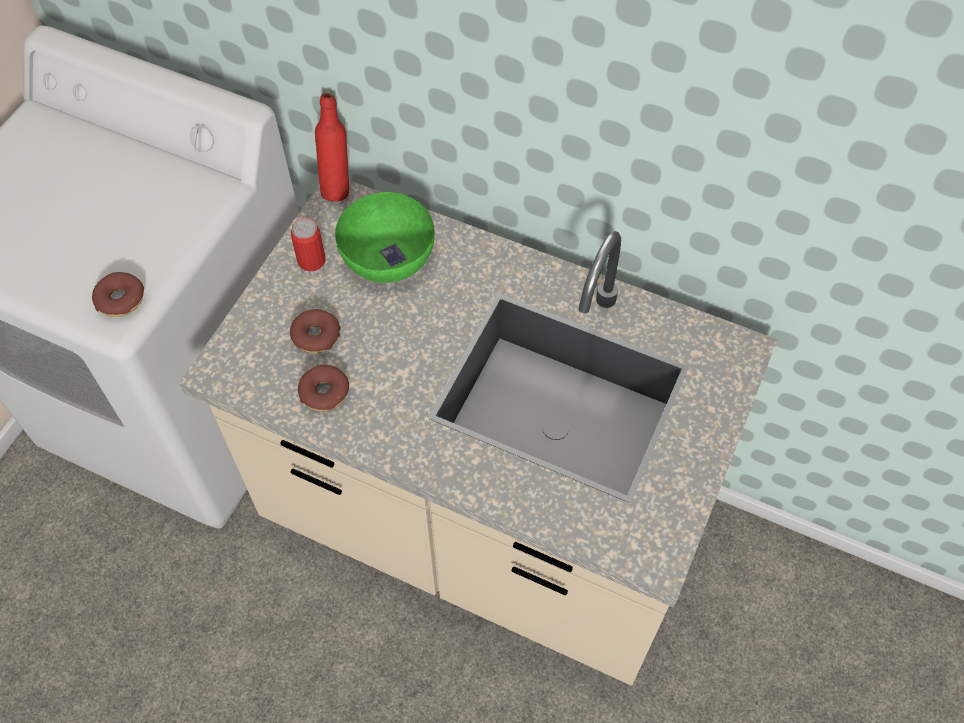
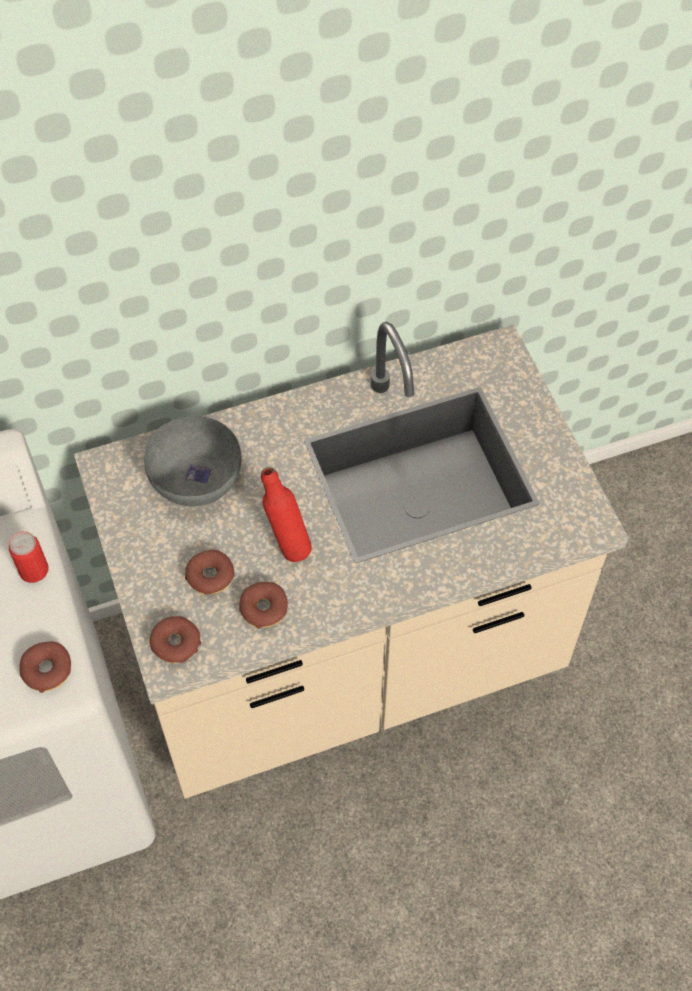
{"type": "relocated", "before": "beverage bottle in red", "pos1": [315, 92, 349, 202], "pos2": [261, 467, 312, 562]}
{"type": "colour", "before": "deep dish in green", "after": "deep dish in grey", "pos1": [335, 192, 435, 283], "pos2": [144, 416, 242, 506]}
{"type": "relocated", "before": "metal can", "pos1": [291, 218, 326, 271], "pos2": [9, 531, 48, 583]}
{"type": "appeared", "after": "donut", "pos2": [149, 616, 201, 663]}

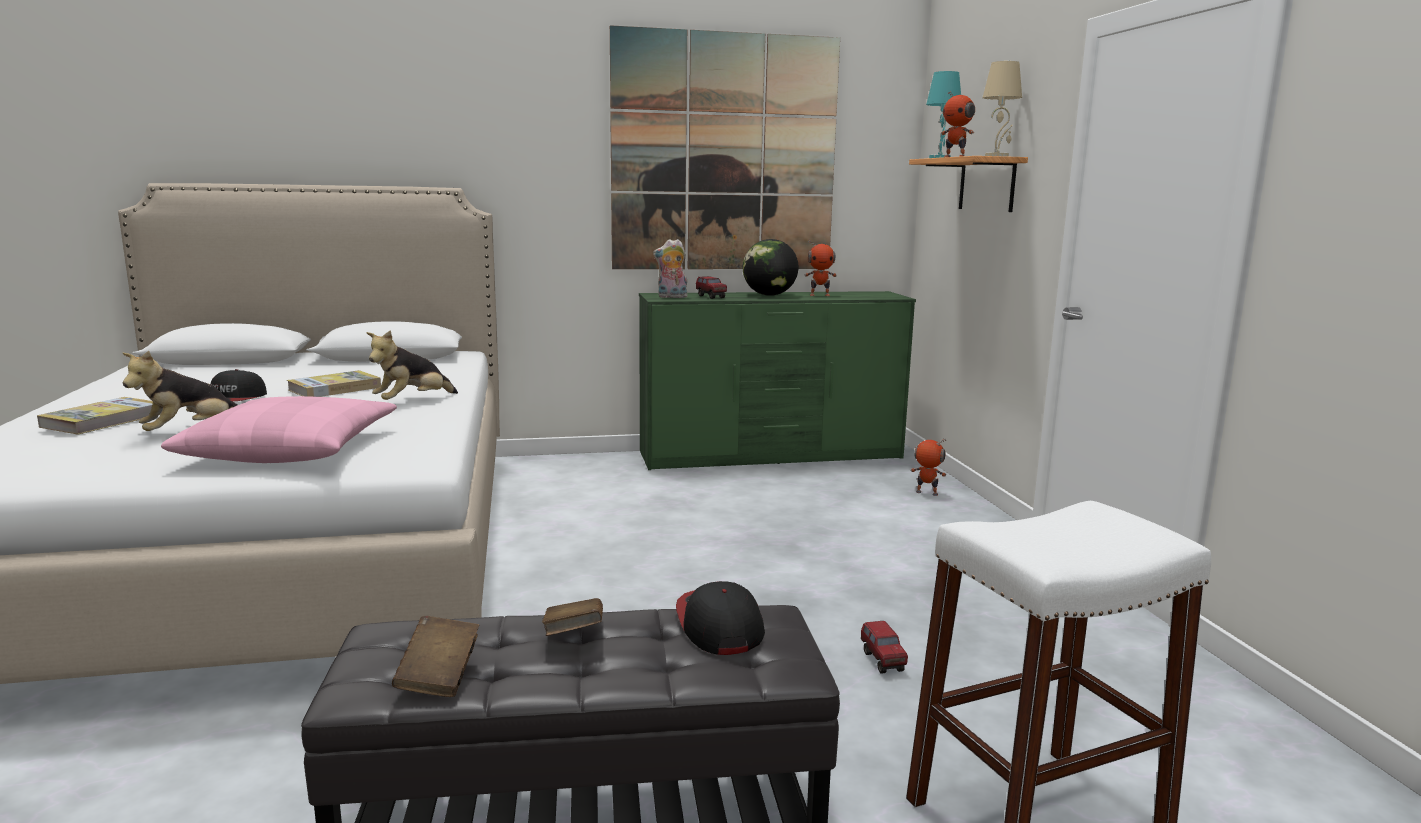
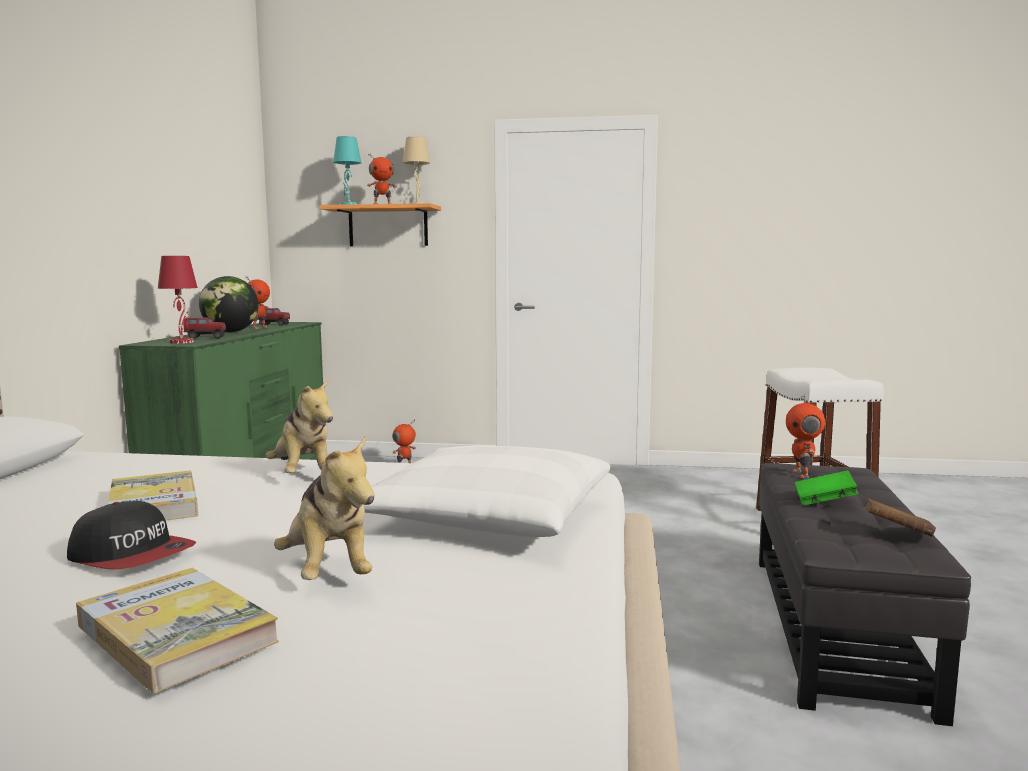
{"type": "missing", "before": "wall picture", "pos1": [610, 25, 840, 269]}
{"type": "exchanged", "before": "plush toy", "after": "table lamp in red", "pos1": [653, 239, 688, 298], "pos2": [158, 256, 198, 344]}
{"type": "colour", "before": "cushion in pink-coloured", "after": "cushion in white-coloured", "pos1": [161, 396, 397, 463], "pos2": [364, 446, 611, 537]}
{"type": "exchanged", "before": "peaked cap", "after": "robot figure", "pos1": [676, 581, 765, 655], "pos2": [786, 394, 825, 478]}
{"type": "colour", "before": "bound book in brown", "after": "bound book in green", "pos1": [542, 598, 603, 636], "pos2": [795, 470, 858, 505]}
{"type": "relocated", "before": "toy truck", "pos1": [861, 621, 908, 674], "pos2": [258, 308, 290, 326]}

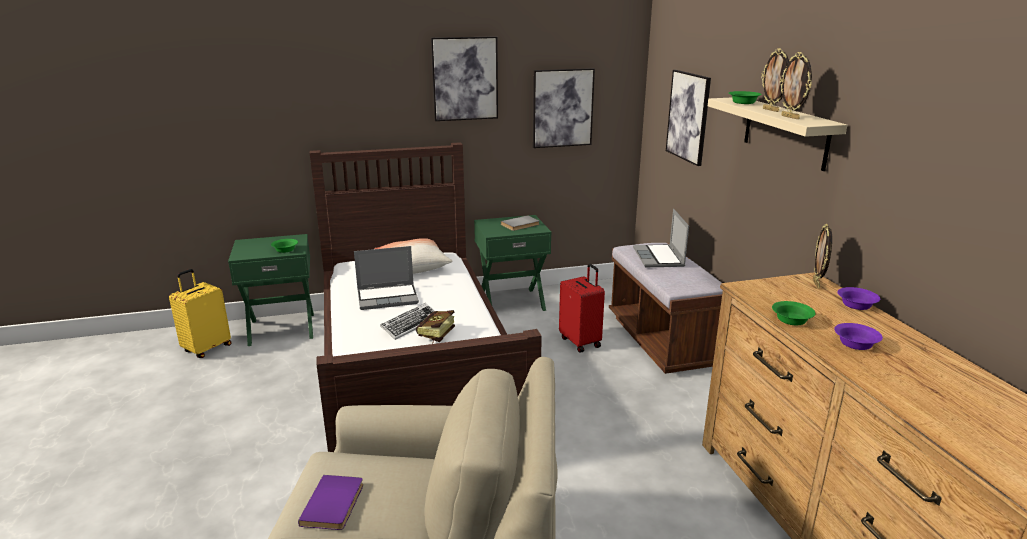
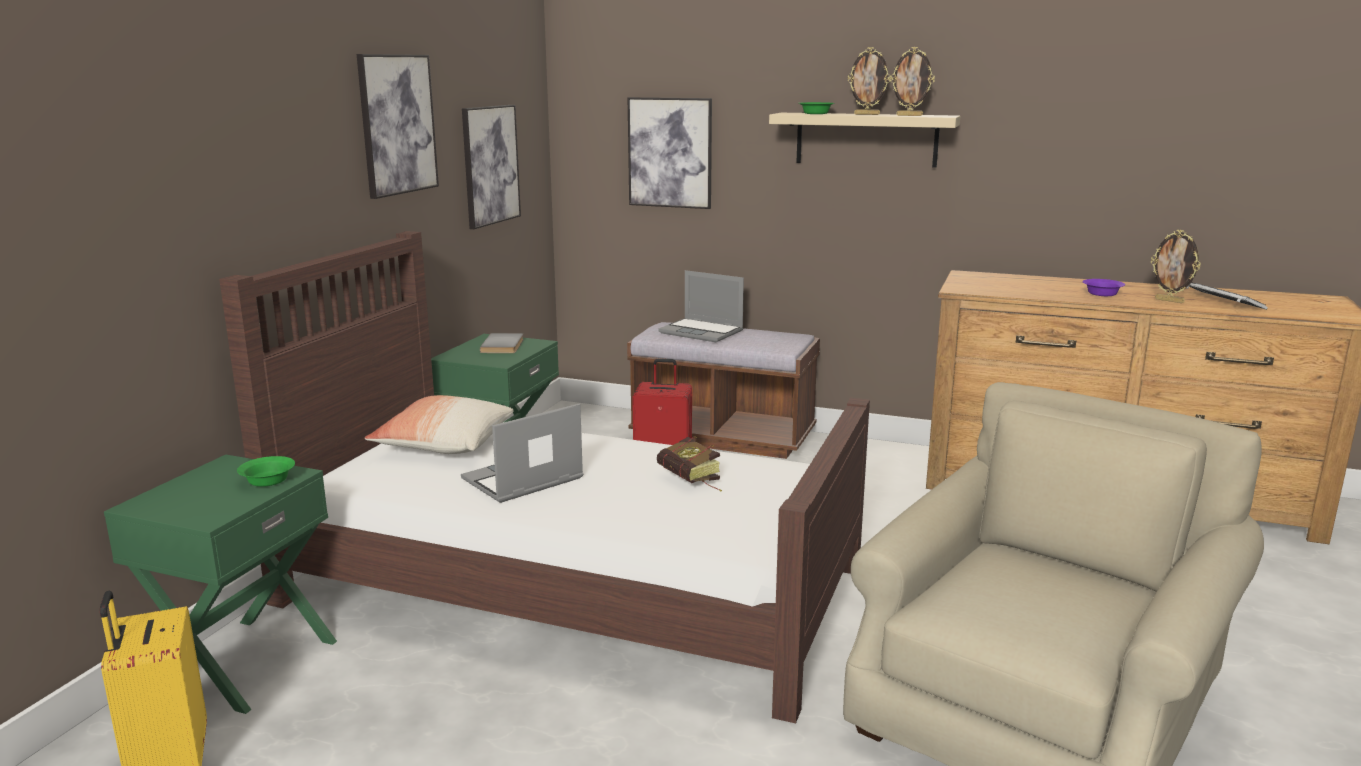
{"type": "relocated", "before": "standing frame", "pos1": [813, 224, 832, 289], "pos2": [1151, 230, 1201, 303]}
{"type": "spun", "before": "notebook computer", "pos1": [354, 246, 419, 310], "pos2": [461, 403, 583, 503], "turn": -150}
{"type": "missing", "before": "deep dish in purplish", "pos1": [838, 287, 880, 310]}
{"type": "missing", "before": "deep dish in green", "pos1": [772, 301, 816, 325]}
{"type": "relocated", "before": "PC keyboard", "pos1": [380, 303, 435, 340], "pos2": [1187, 283, 1268, 310]}
{"type": "missing", "before": "bound book in purplish", "pos1": [298, 475, 363, 530]}

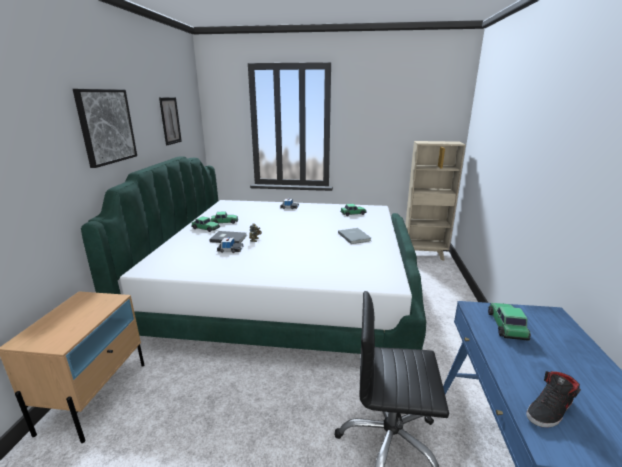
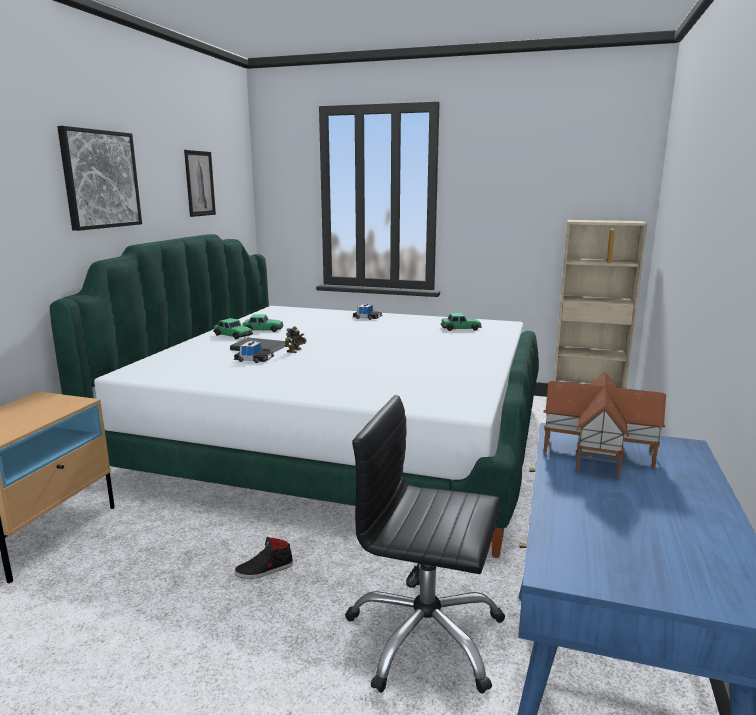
{"type": "missing", "before": "bound book in grey", "pos1": [338, 228, 371, 244]}
{"type": "exchanged", "before": "model car", "after": "toy house", "pos1": [488, 303, 531, 341], "pos2": [543, 372, 666, 478]}
{"type": "relocated", "before": "low shoe in black", "pos1": [526, 371, 581, 427], "pos2": [234, 537, 293, 579]}

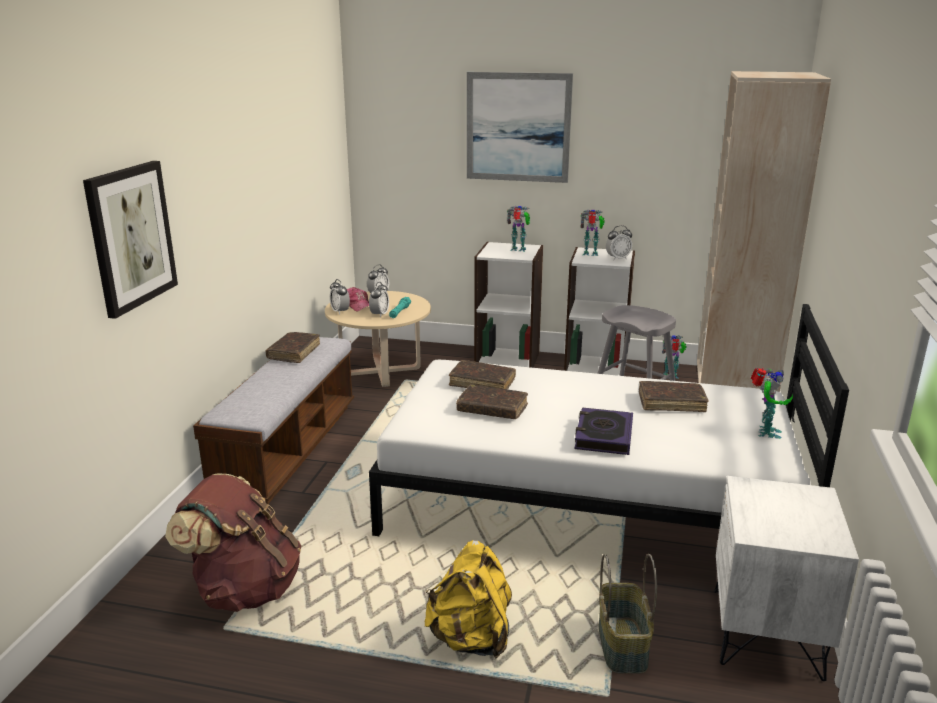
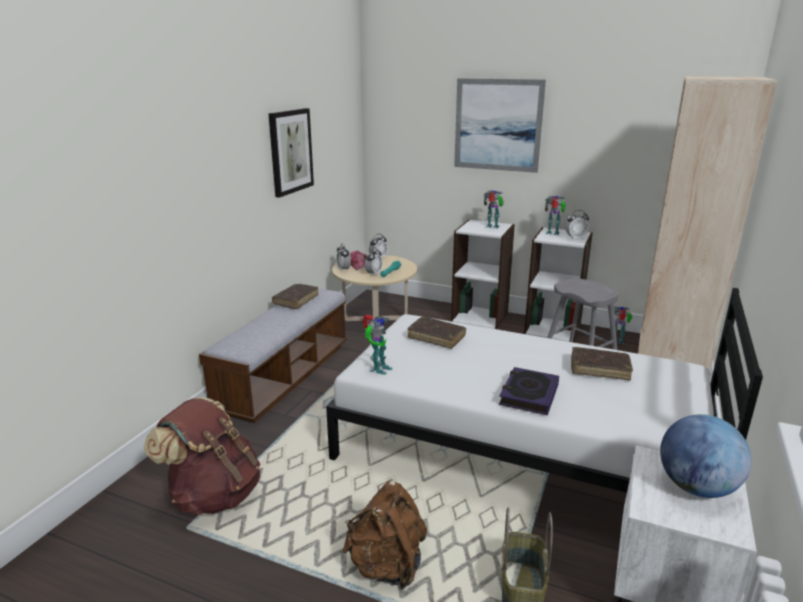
{"type": "relocated", "before": "wall picture", "pos1": [83, 161, 178, 319], "pos2": [268, 108, 314, 198]}
{"type": "relocated", "before": "robot figure", "pos1": [751, 368, 793, 439], "pos2": [363, 314, 393, 375]}
{"type": "missing", "before": "bound book in brown", "pos1": [456, 384, 528, 419]}
{"type": "colour", "before": "backpack in yellow-coloured", "after": "backpack in brown", "pos1": [425, 540, 512, 658], "pos2": [342, 481, 428, 589]}
{"type": "appeared", "after": "world globe", "pos2": [660, 414, 751, 498]}

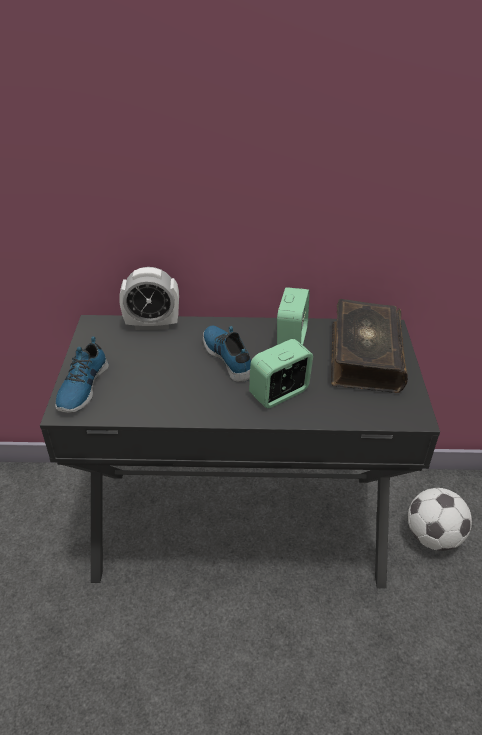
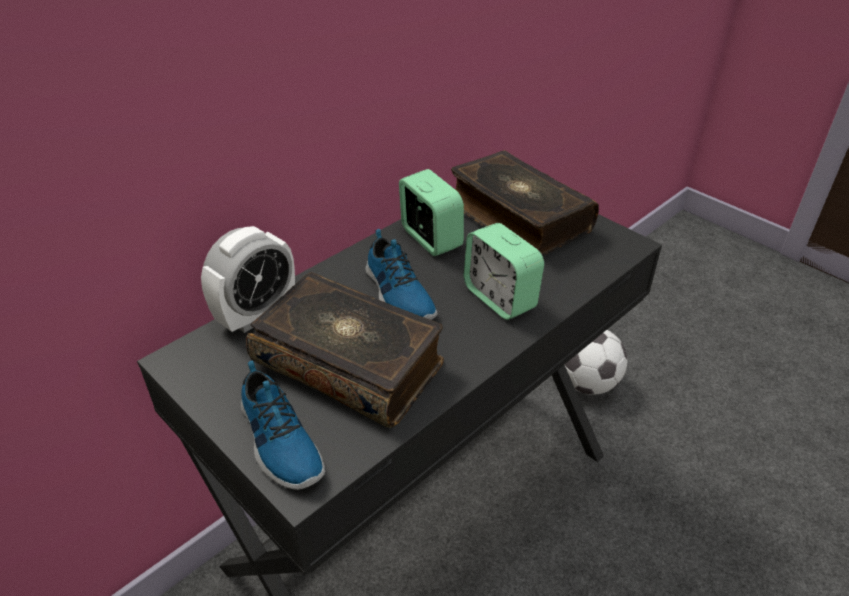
{"type": "spun", "before": "low shoe", "pos1": [203, 326, 251, 382], "pos2": [366, 229, 438, 320], "turn": -135}
{"type": "spun", "before": "alarm clock", "pos1": [249, 339, 313, 408], "pos2": [463, 223, 544, 320], "turn": -45}
{"type": "appeared", "after": "bound book", "pos2": [246, 272, 444, 428]}

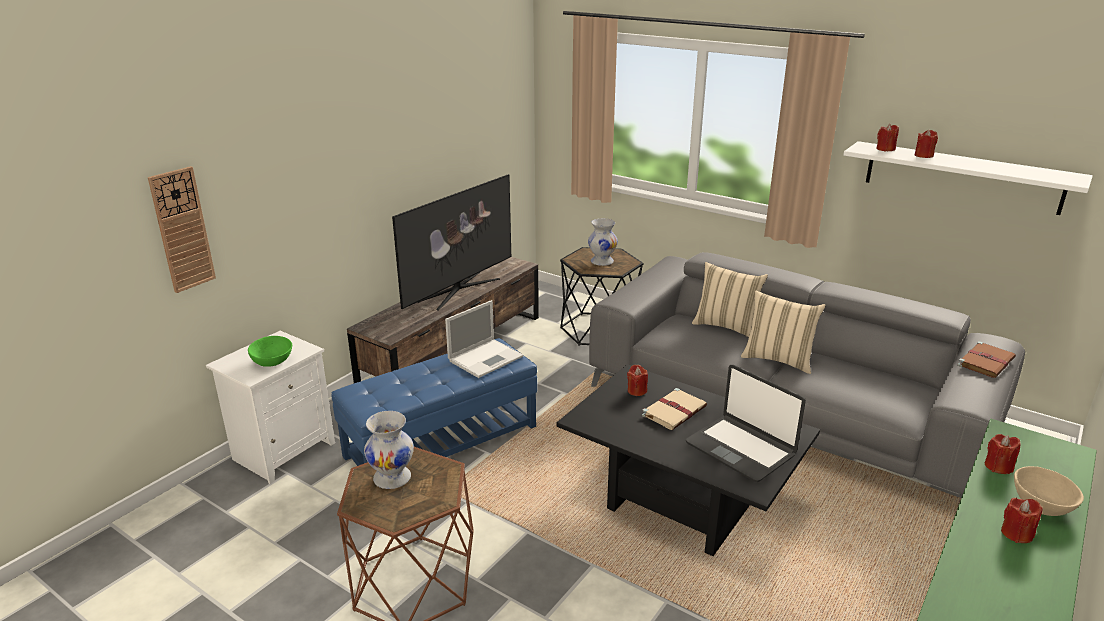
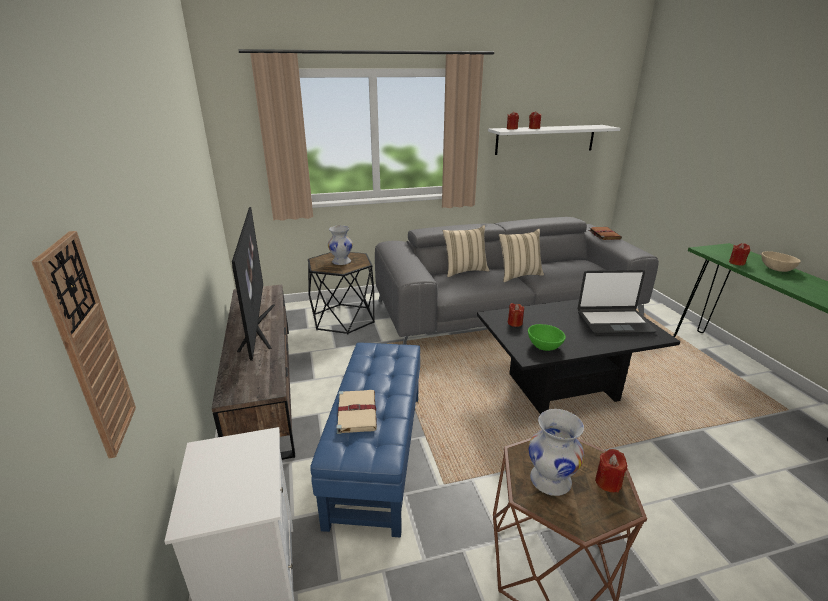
{"type": "missing", "before": "notebook computer", "pos1": [445, 300, 523, 378]}
{"type": "relocated", "before": "deep dish in green", "pos1": [248, 336, 292, 367], "pos2": [528, 324, 566, 351]}
{"type": "relocated", "before": "bound book in sand-coloured", "pos1": [642, 388, 707, 430], "pos2": [336, 390, 377, 434]}
{"type": "relocated", "before": "candle in red", "pos1": [1001, 498, 1043, 543], "pos2": [595, 449, 628, 493]}

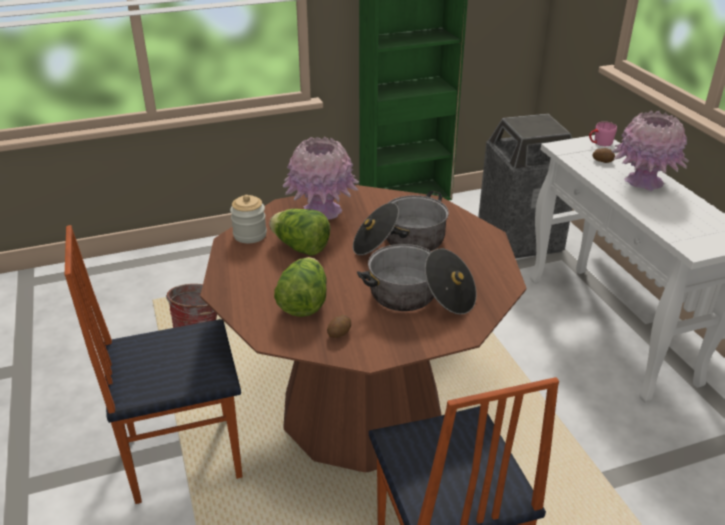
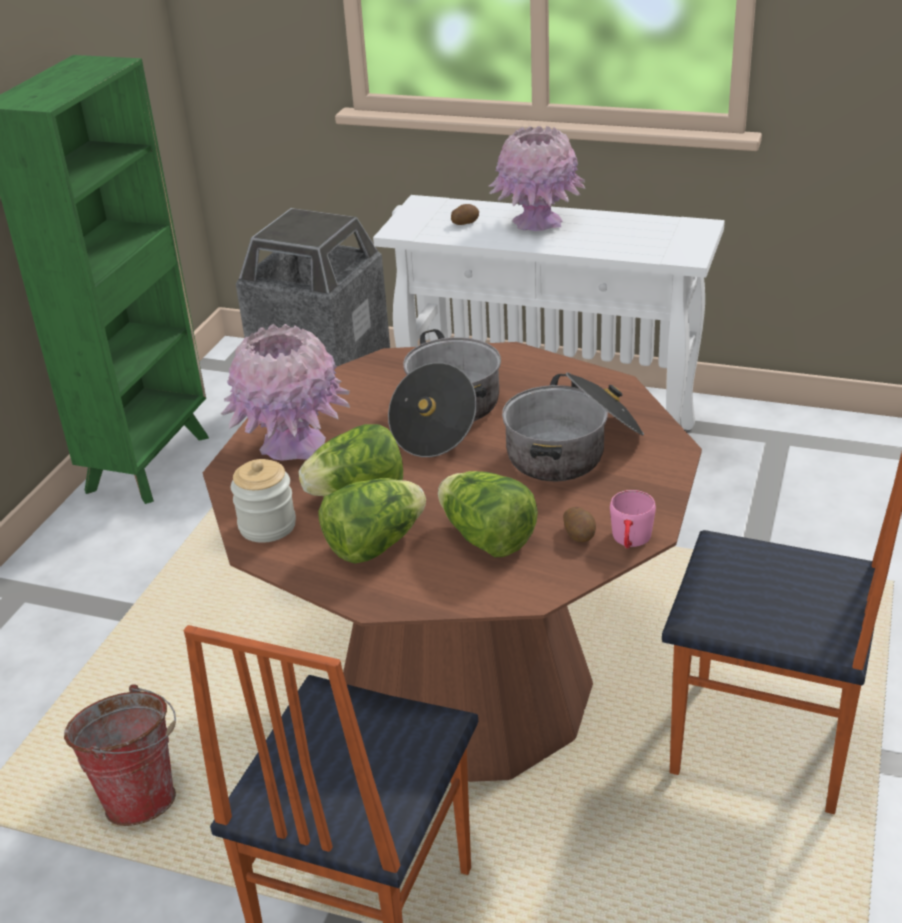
{"type": "relocated", "before": "tea mug in pink-coloured", "pos1": [589, 122, 617, 146], "pos2": [610, 490, 656, 549]}
{"type": "appeared", "after": "head of lettuce", "pos2": [318, 478, 426, 564]}

